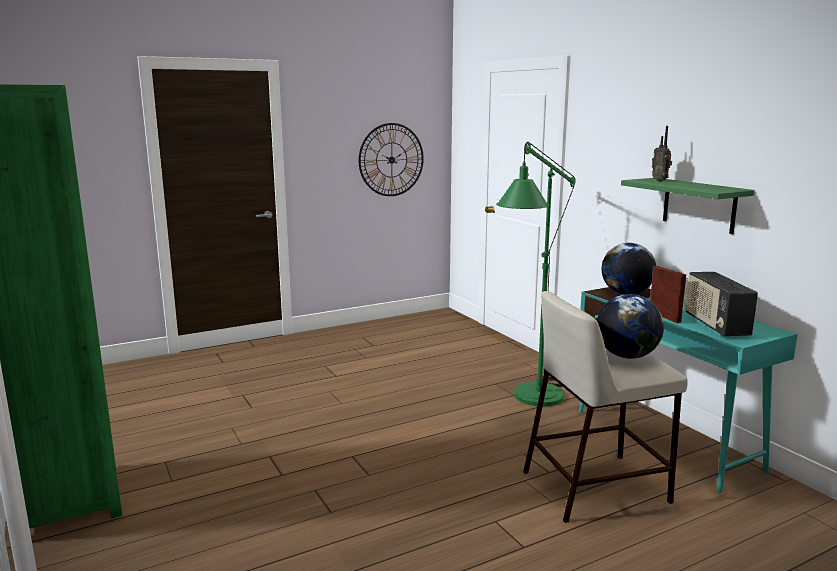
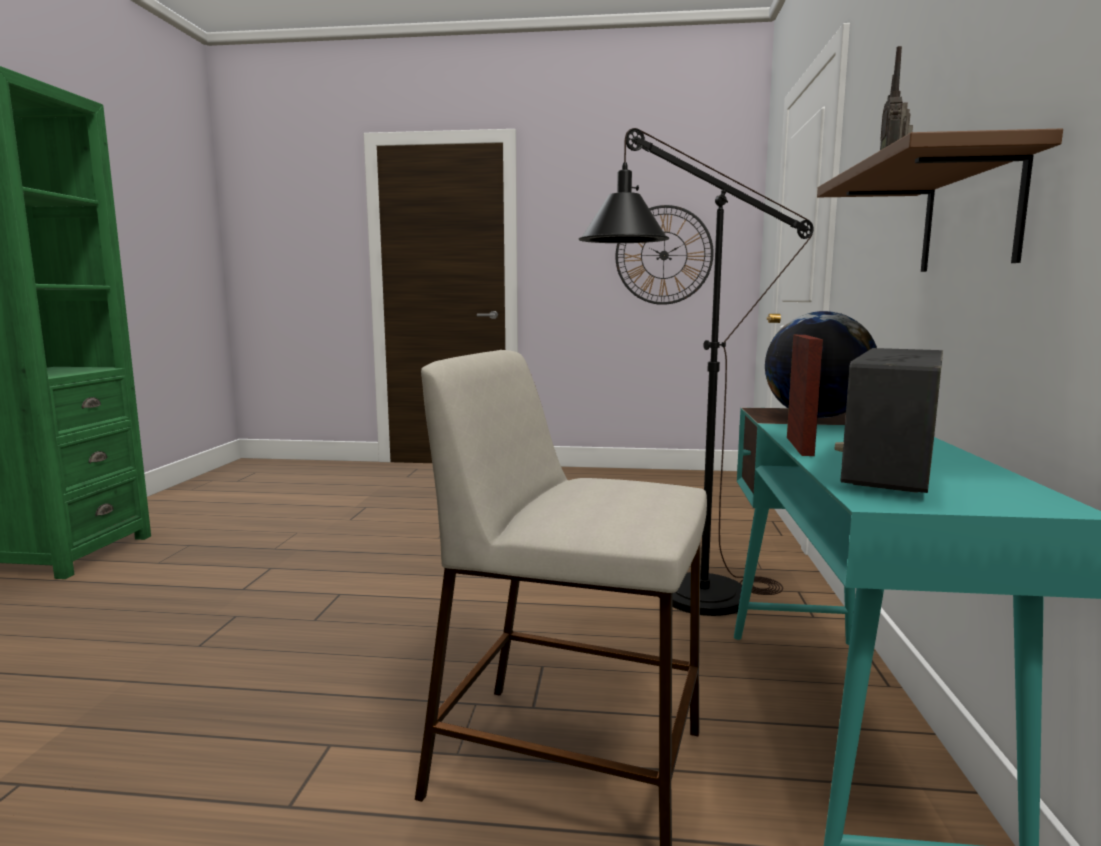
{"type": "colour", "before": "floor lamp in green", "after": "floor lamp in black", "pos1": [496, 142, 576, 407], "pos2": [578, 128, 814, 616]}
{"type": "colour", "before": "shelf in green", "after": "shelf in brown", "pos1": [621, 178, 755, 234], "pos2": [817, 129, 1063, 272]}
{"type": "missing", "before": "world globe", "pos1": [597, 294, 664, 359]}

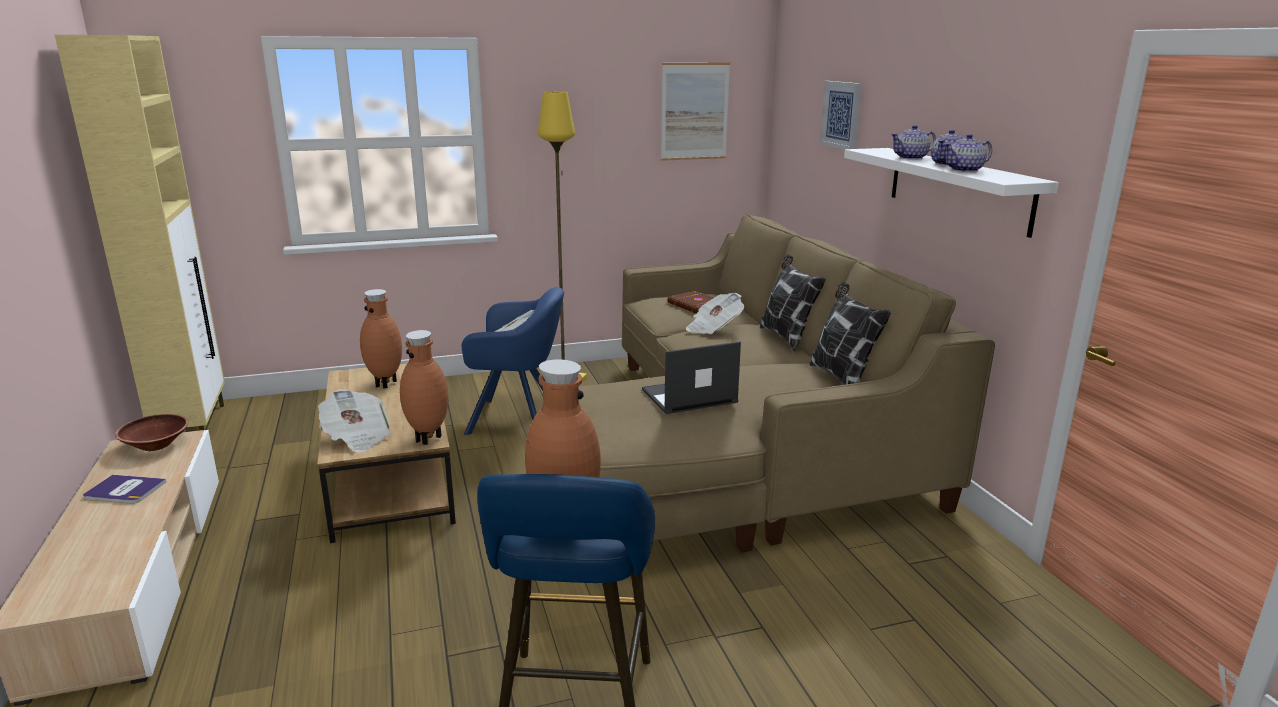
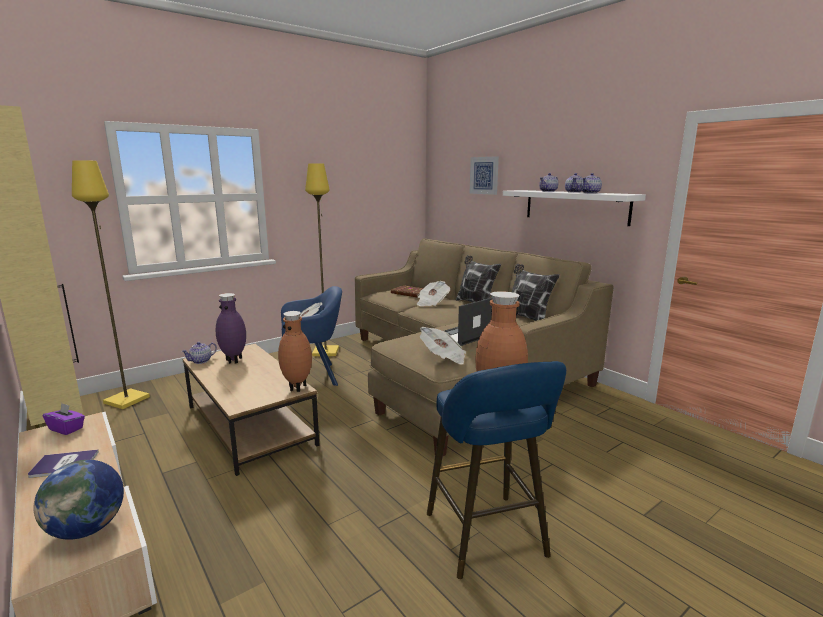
{"type": "missing", "before": "wall picture", "pos1": [661, 63, 730, 161]}
{"type": "colour", "before": "decorative vase in brown", "after": "decorative vase in purplish", "pos1": [360, 289, 402, 388], "pos2": [216, 293, 246, 364]}
{"type": "relocated", "before": "newspaper", "pos1": [318, 389, 392, 453], "pos2": [420, 327, 466, 365]}
{"type": "exchanged", "before": "deep dish in brown", "after": "box of tissues in purplish", "pos1": [115, 414, 189, 451], "pos2": [43, 403, 85, 435]}
{"type": "appeared", "after": "floor lamp in yellow-coloured", "pos2": [72, 160, 150, 409]}
{"type": "appeared", "after": "teapot", "pos2": [181, 342, 217, 364]}
{"type": "appeared", "after": "world globe", "pos2": [33, 460, 124, 540]}

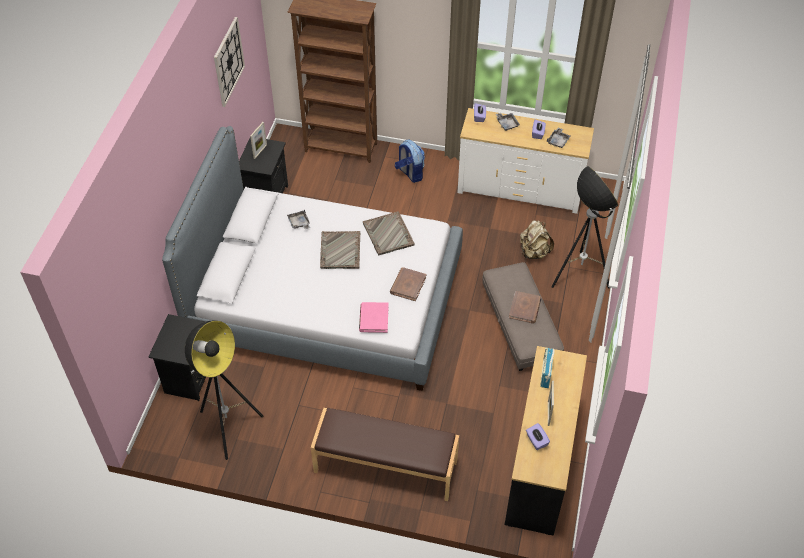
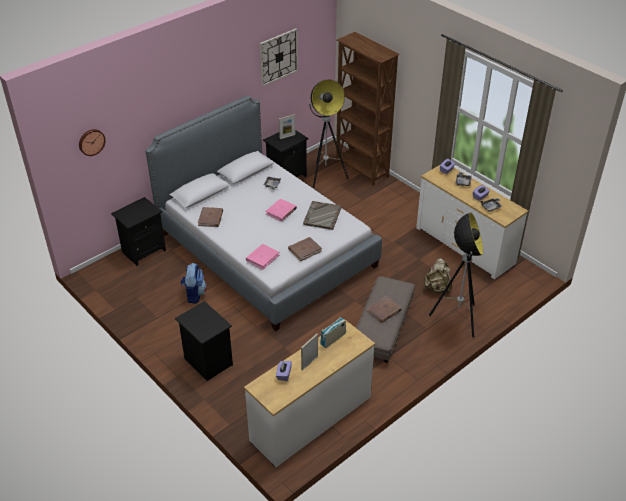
{"type": "relocated", "before": "backpack", "pos1": [395, 139, 425, 183], "pos2": [181, 263, 207, 304]}
{"type": "exchanged", "before": "serving tray in grey", "after": "bound book in pink-coloured", "pos1": [320, 231, 360, 269], "pos2": [266, 199, 297, 221]}
{"type": "relocated", "before": "floor lamp", "pos1": [185, 320, 263, 460], "pos2": [309, 79, 349, 188]}
{"type": "colour", "before": "drawer chest in black", "after": "drawer chest in white-coloured", "pos1": [505, 346, 587, 536], "pos2": [244, 321, 375, 467]}
{"type": "exchanged", "before": "long seat in brown", "after": "bedside table in black", "pos1": [311, 408, 459, 501], "pos2": [175, 301, 233, 381]}
{"type": "appeared", "after": "wall clock", "pos2": [79, 129, 106, 156]}
{"type": "appeared", "after": "bound book in brown", "pos2": [198, 207, 223, 227]}

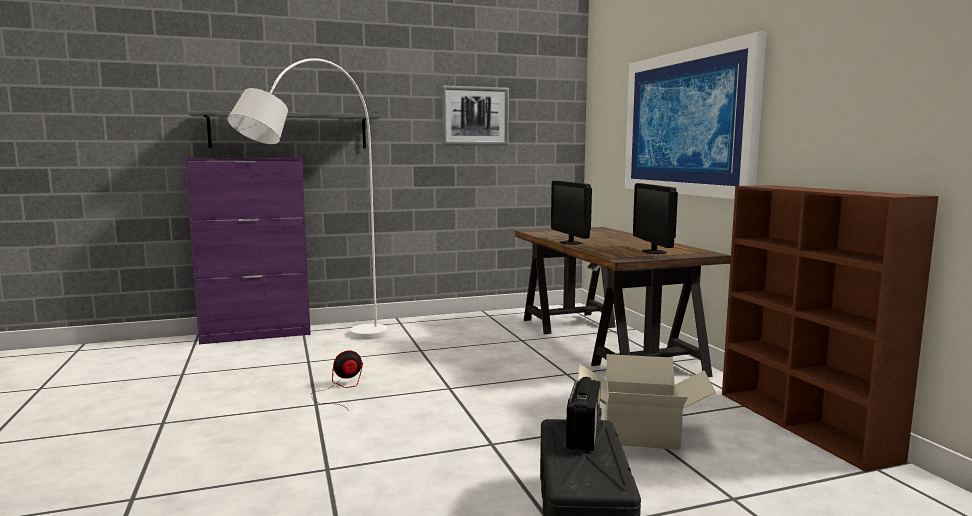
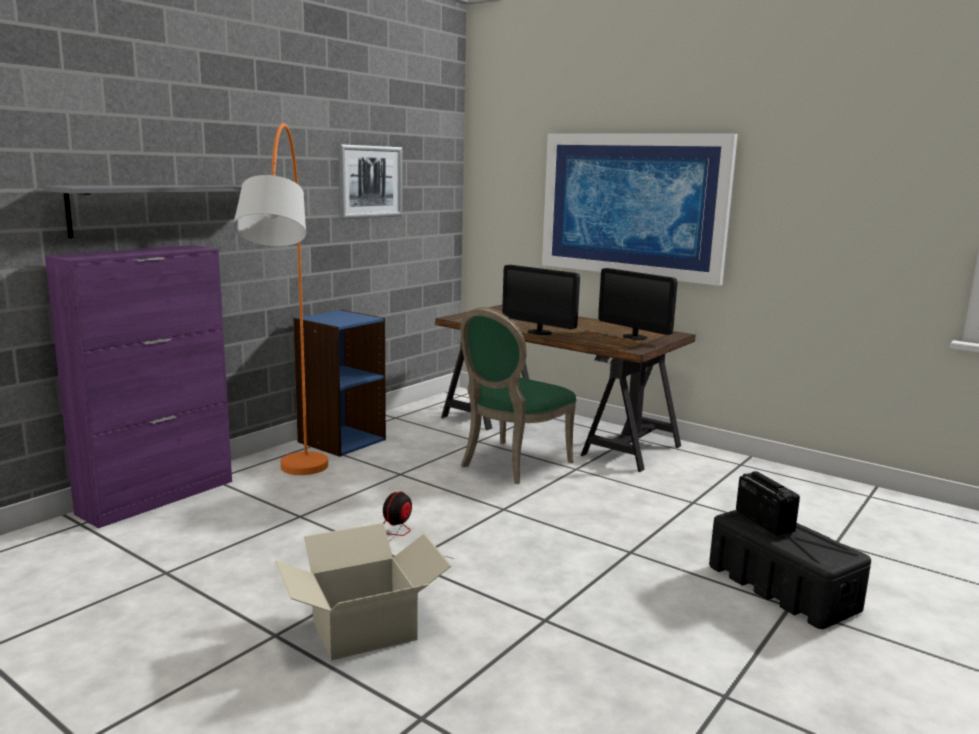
{"type": "colour", "before": "floor lamp in white-coloured", "after": "floor lamp in orange", "pos1": [227, 58, 388, 339], "pos2": [233, 123, 328, 475]}
{"type": "missing", "before": "bookcase in brown", "pos1": [722, 185, 939, 472]}
{"type": "relocated", "before": "carton", "pos1": [578, 354, 716, 450], "pos2": [275, 523, 452, 660]}
{"type": "appeared", "after": "chair in green", "pos2": [460, 307, 576, 484]}
{"type": "appeared", "after": "bookcase in blue-coloured", "pos2": [293, 310, 386, 457]}

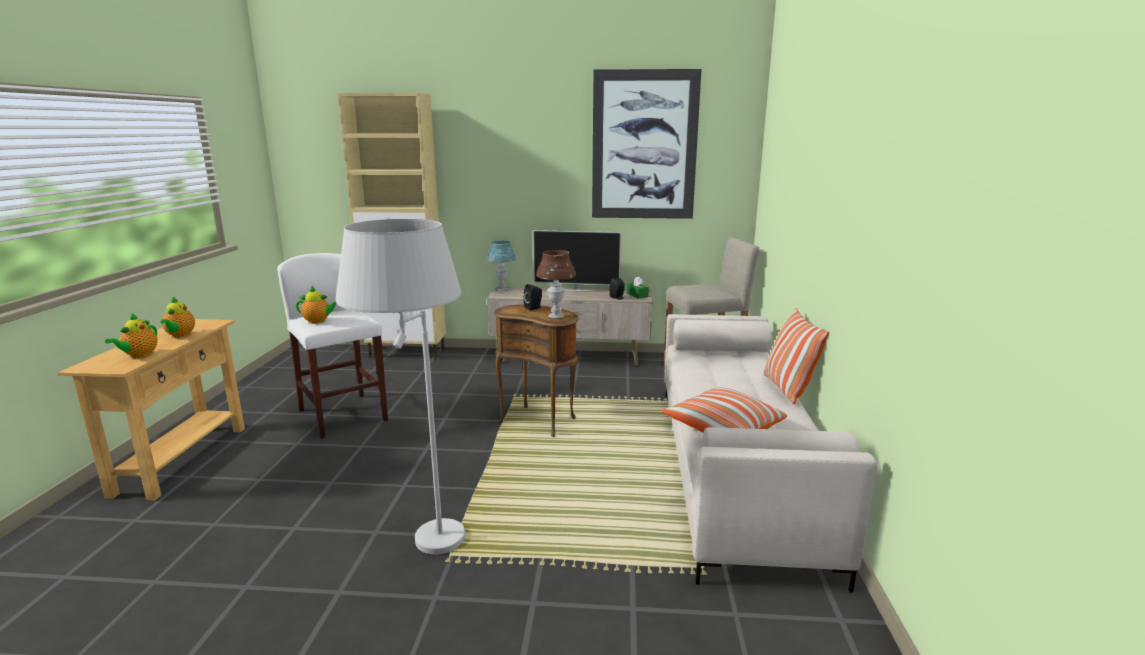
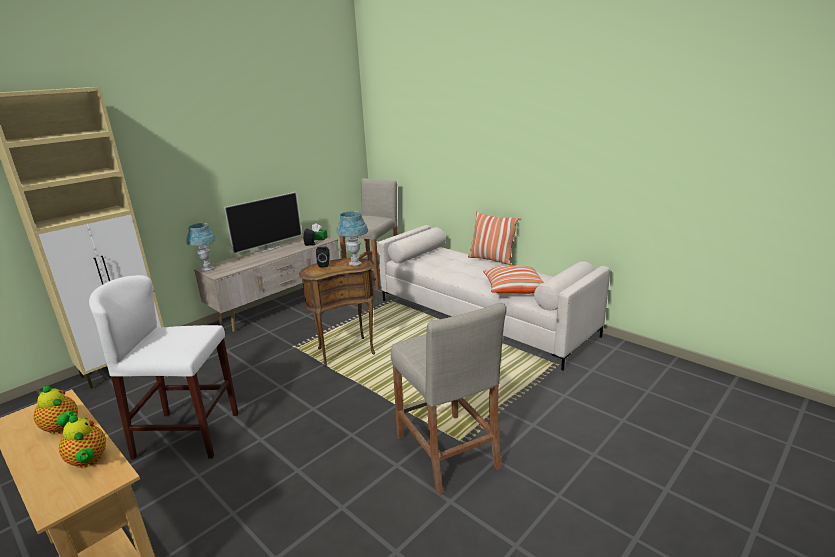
{"type": "missing", "before": "wall picture", "pos1": [592, 69, 701, 219]}
{"type": "exchanged", "before": "floor lamp in white-coloured", "after": "stool in sand-coloured", "pos1": [336, 219, 465, 554], "pos2": [391, 303, 507, 494]}
{"type": "colour", "before": "table lamp in brown", "after": "table lamp in blue-coloured", "pos1": [536, 250, 576, 319], "pos2": [336, 211, 368, 266]}
{"type": "missing", "before": "teapot", "pos1": [296, 286, 337, 324]}

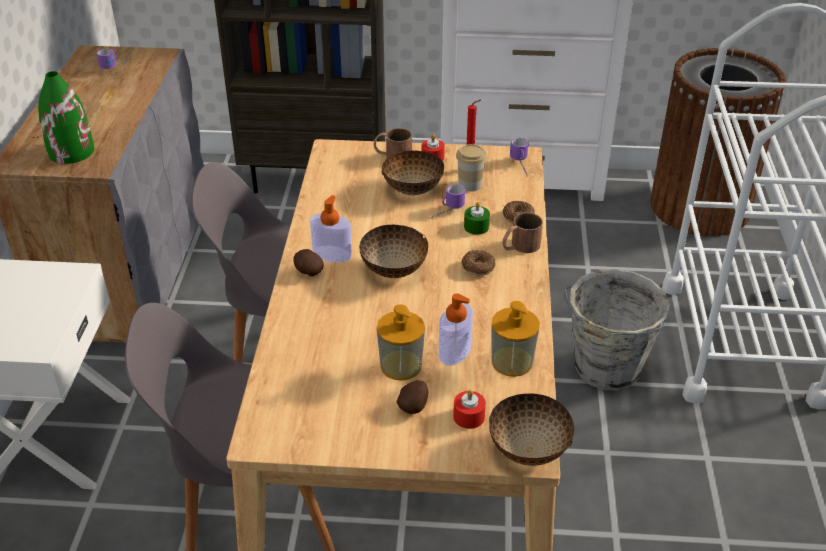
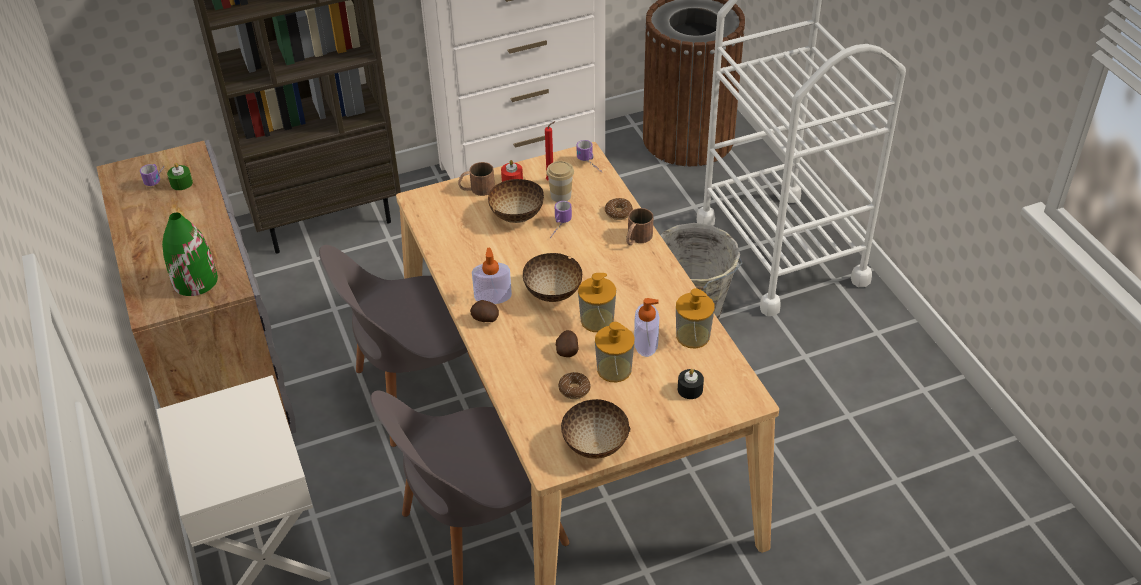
{"type": "relocated", "before": "candle in green", "pos1": [464, 202, 490, 235], "pos2": [167, 163, 193, 190]}
{"type": "relocated", "before": "donut", "pos1": [461, 250, 495, 276], "pos2": [558, 372, 591, 399]}
{"type": "relocated", "before": "spud", "pos1": [397, 380, 428, 414], "pos2": [556, 330, 578, 357]}
{"type": "colour", "before": "candle in red", "after": "candle in black", "pos1": [453, 390, 486, 429], "pos2": [678, 369, 704, 399]}
{"type": "relocated", "before": "deep dish", "pos1": [489, 393, 574, 466], "pos2": [561, 399, 630, 459]}
{"type": "appeared", "after": "soap dispenser", "pos2": [578, 273, 616, 332]}

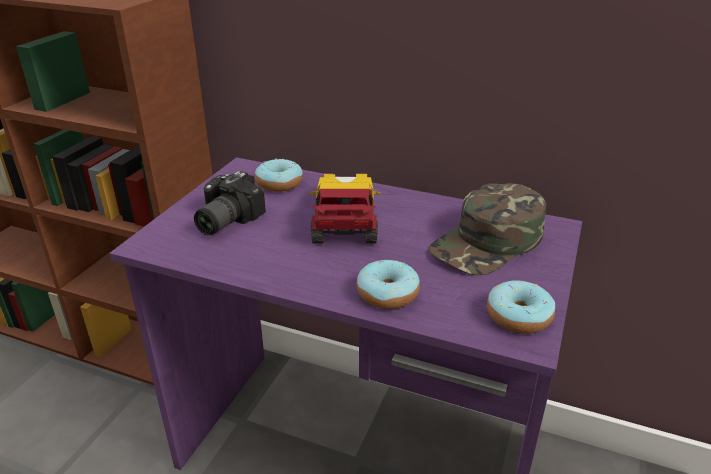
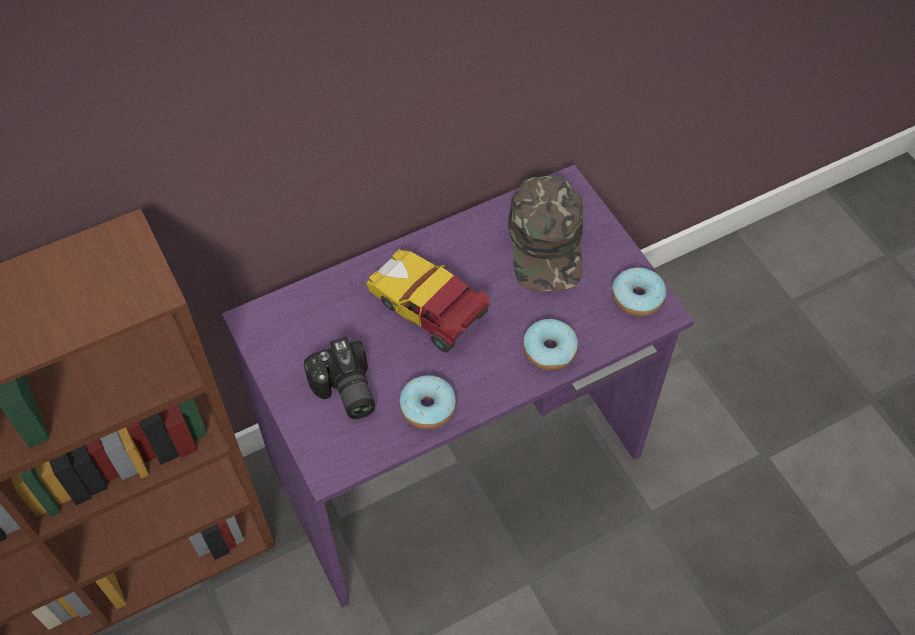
{"type": "relocated", "before": "donut", "pos1": [255, 158, 303, 192], "pos2": [399, 375, 456, 429]}

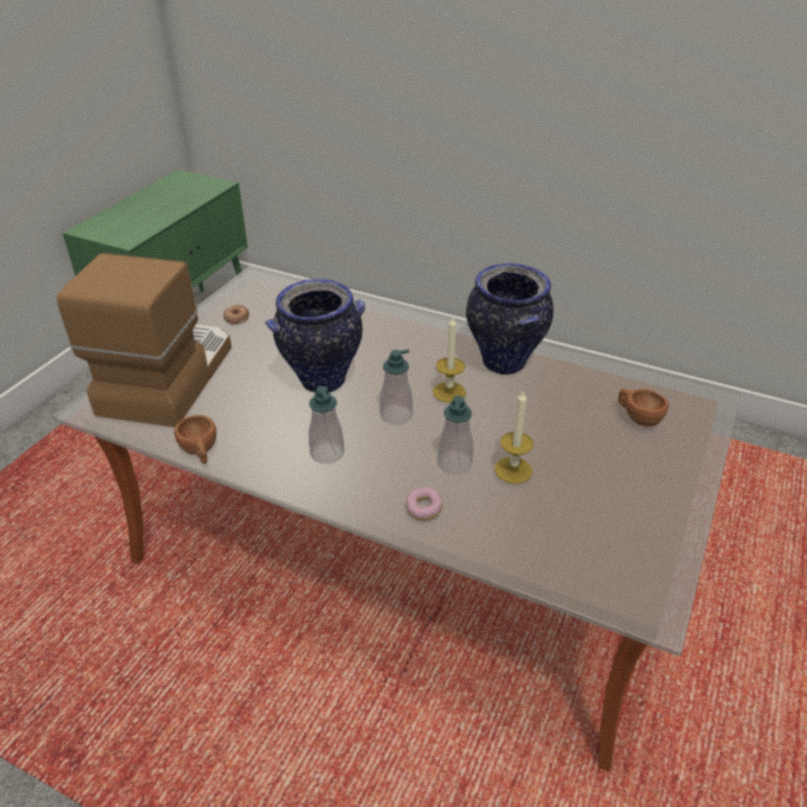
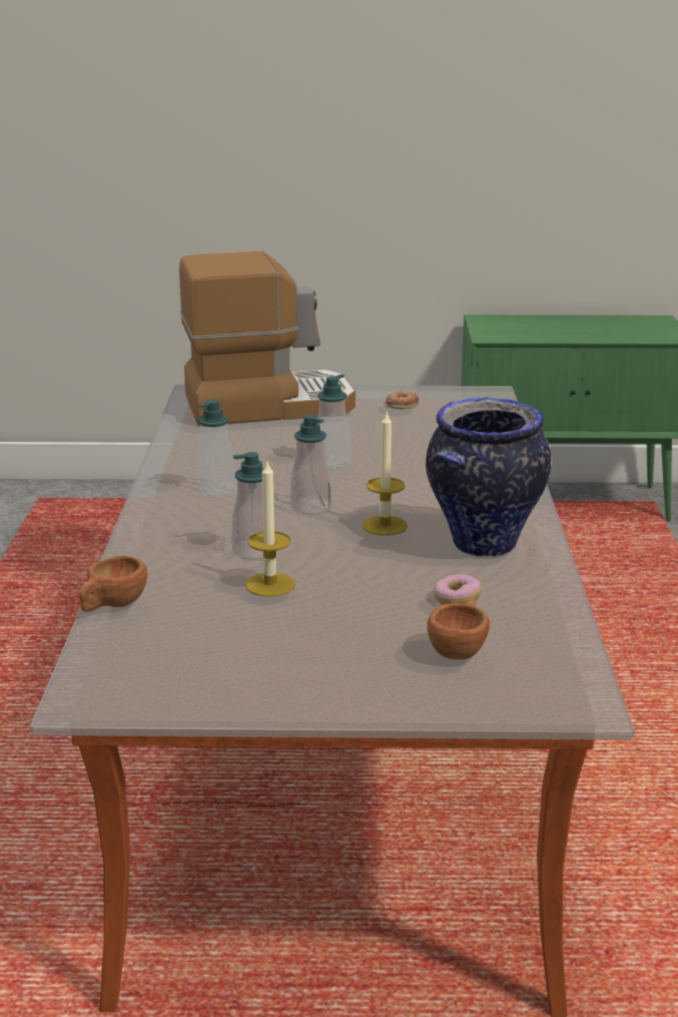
{"type": "exchanged", "before": "decorative vase", "after": "soap dispenser", "pos1": [265, 279, 365, 393], "pos2": [317, 374, 352, 469]}
{"type": "relocated", "before": "small cup in brown", "pos1": [174, 415, 217, 464], "pos2": [79, 556, 147, 612]}
{"type": "relocated", "before": "donut", "pos1": [406, 487, 443, 521], "pos2": [434, 574, 482, 605]}

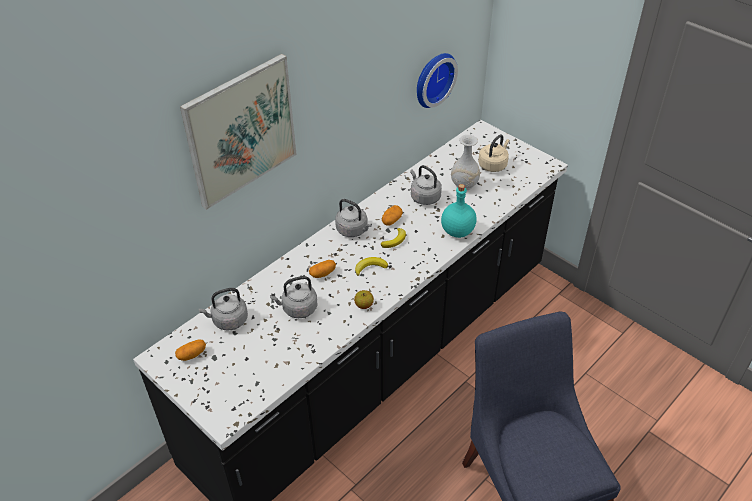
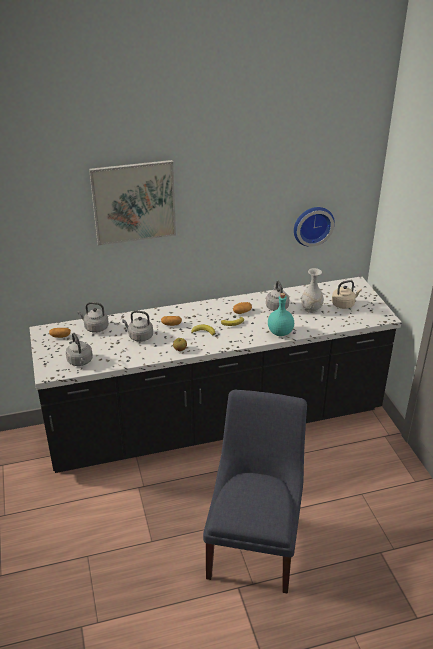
{"type": "relocated", "before": "kettle in grey", "pos1": [335, 199, 372, 237], "pos2": [66, 333, 93, 366]}

